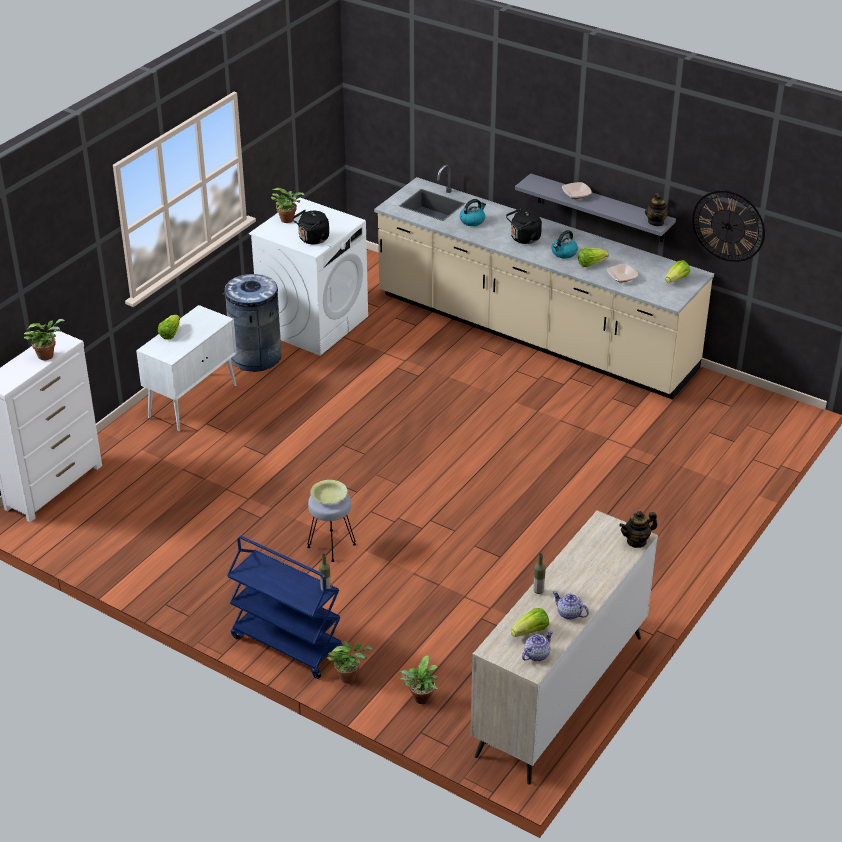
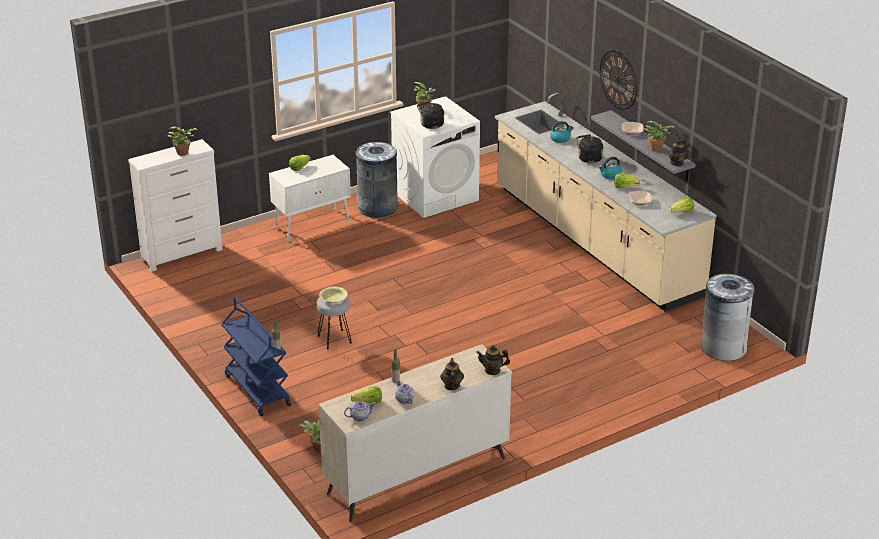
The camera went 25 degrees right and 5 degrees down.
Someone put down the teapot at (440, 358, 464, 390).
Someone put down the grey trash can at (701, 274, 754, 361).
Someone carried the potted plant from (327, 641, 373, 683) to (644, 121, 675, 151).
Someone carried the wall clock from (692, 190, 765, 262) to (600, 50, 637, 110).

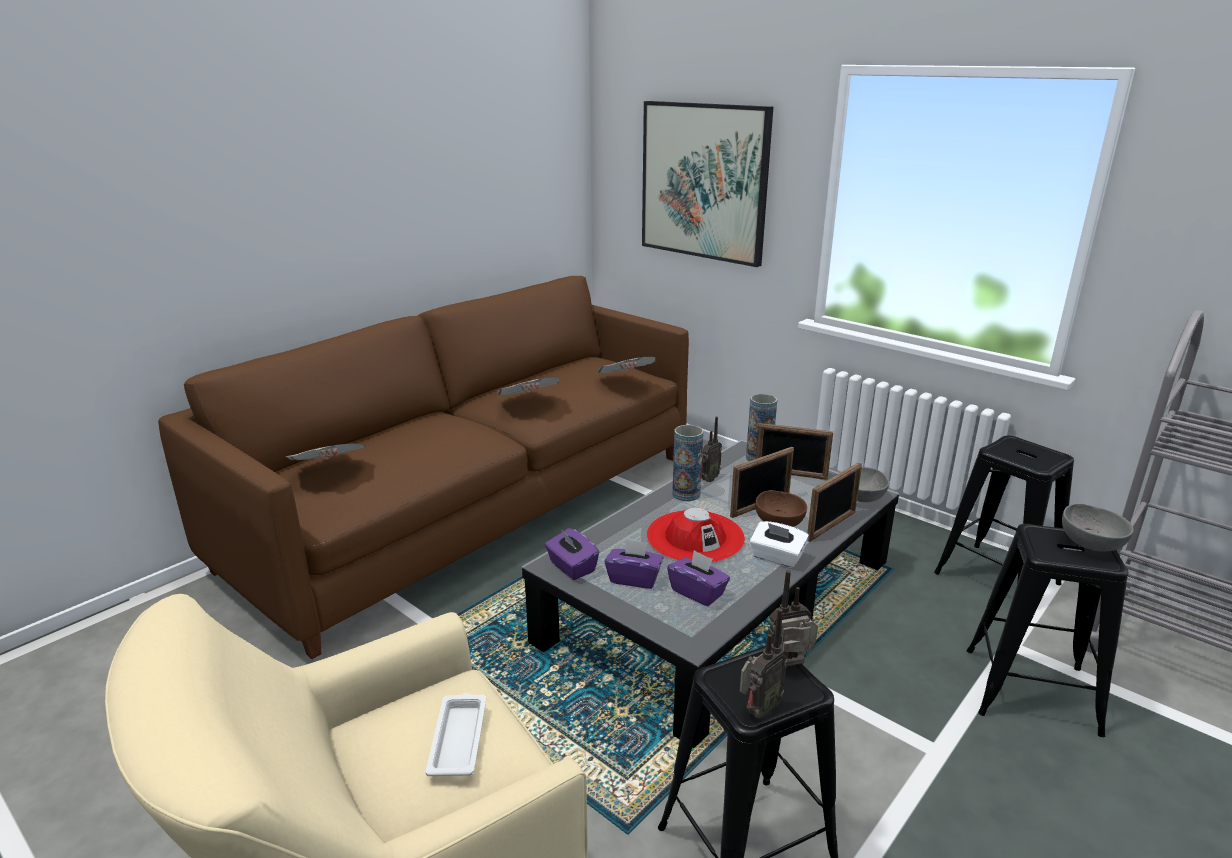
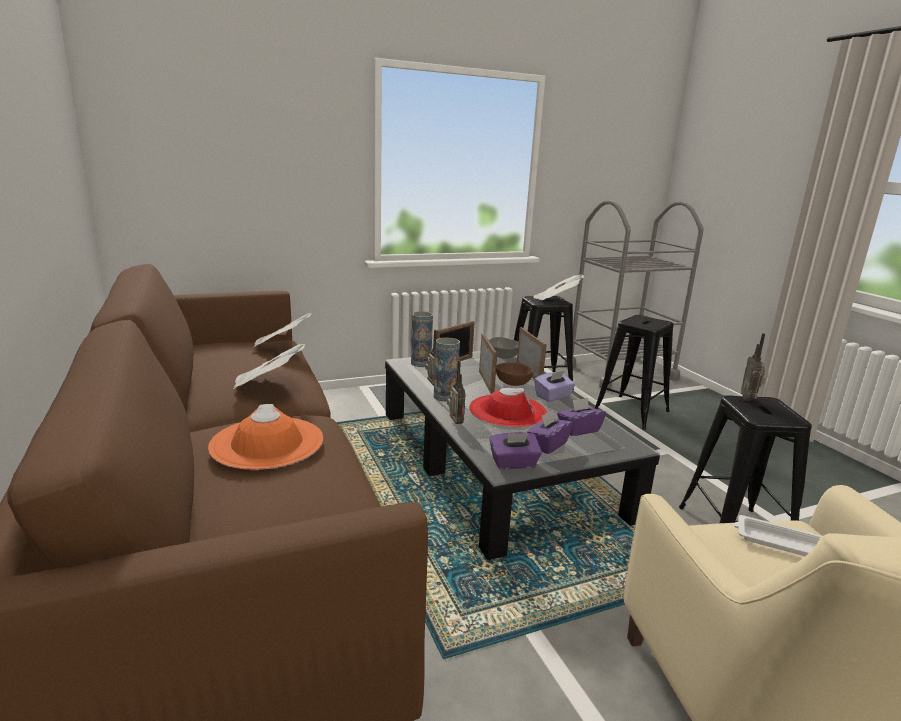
The camera went 65 degrees left and 5 degrees down.
Someone took away the picture at (642, 101, 773, 267).
Someone took away the grey bowl at (1062, 503, 1133, 552).
Someone put down the orange hat at (208, 404, 324, 470).
Someone carried the newspaper from (286, 443, 367, 460) to (533, 275, 584, 301).
Someone carried the radio from (740, 608, 788, 719) to (447, 360, 466, 424).
Someone repainted the white tissue box at (750, 521, 809, 568), which became the purple tissue box at (534, 371, 575, 402).

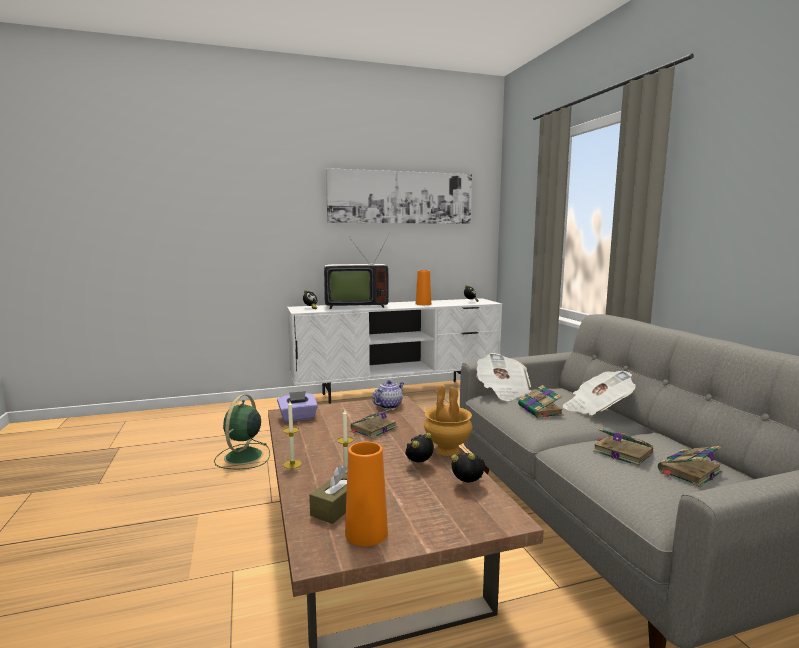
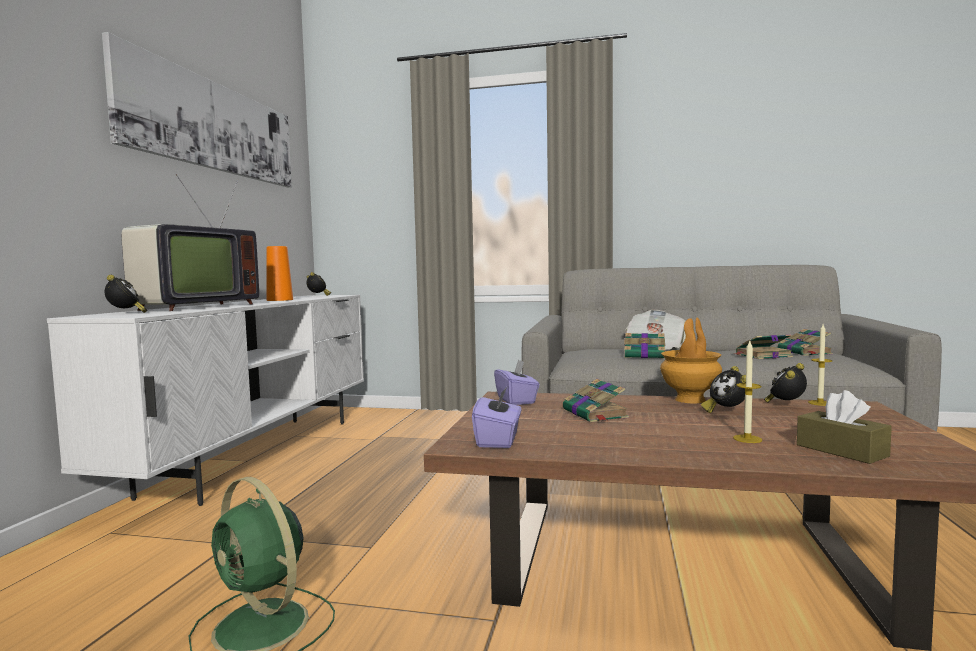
The camera went 60 degrees left and 5 degrees down.
Someone took away the orange vase at (345, 442, 388, 546).
Someone took away the newspaper at (476, 353, 531, 401).
Someone carried the candle from (283, 401, 302, 469) to (808, 324, 832, 406).
Someone swapped the teapot at (372, 380, 404, 409) for the purple tissue box at (494, 359, 540, 405).

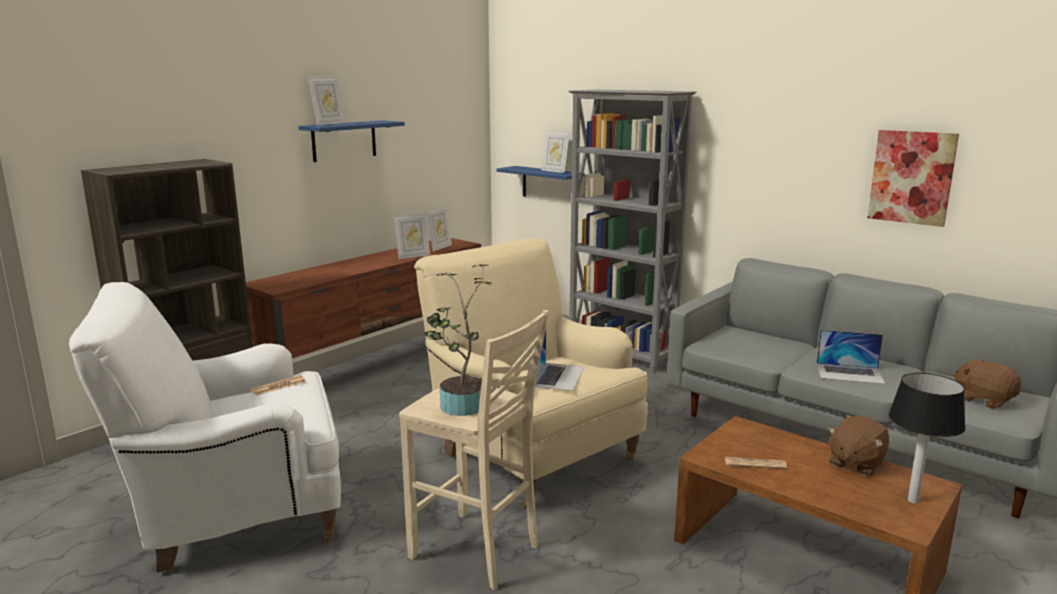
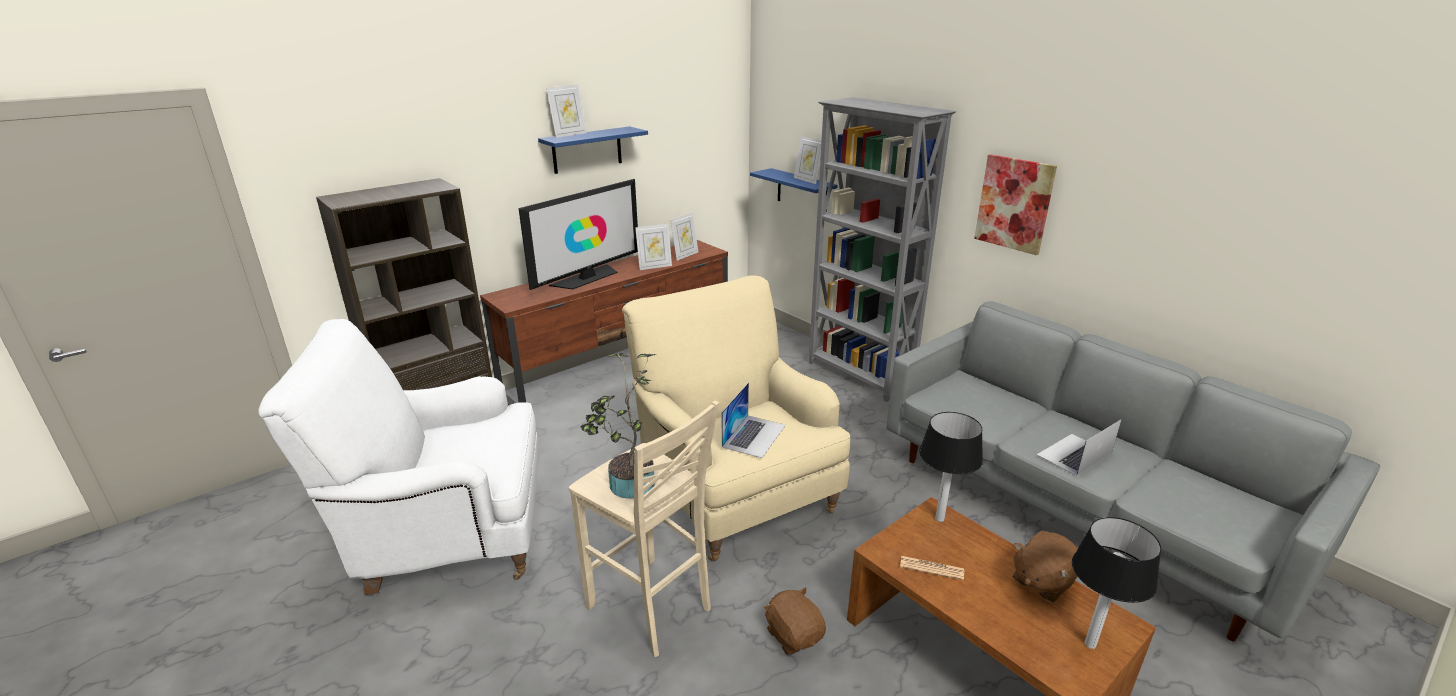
The camera went 10 degrees right and 10 degrees up.
Someone took away the newspaper at (250, 375, 306, 395).
Someone put down the television at (518, 179, 638, 290).
Someone put down the table lamp at (919, 412, 983, 522).
Someone carried the picture from (867, 130, 959, 227) to (974, 154, 1057, 255).
Someone carried the brown plush toy from (954, 359, 1021, 409) to (764, 587, 826, 655).
Someone rotated the laptop at (817, 330, 886, 384) by 120 degrees clockwise.

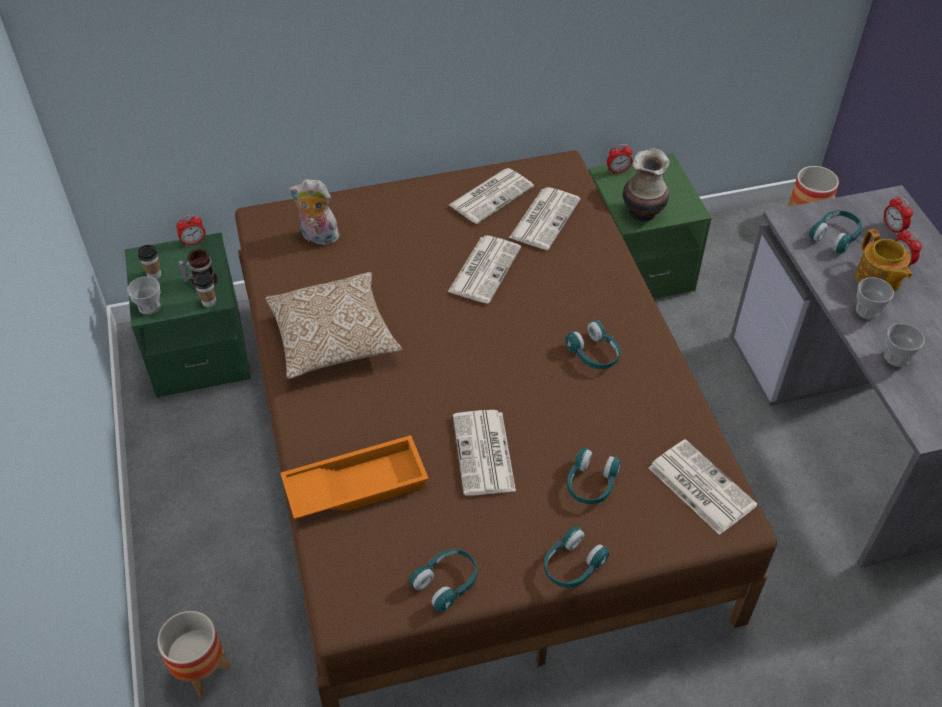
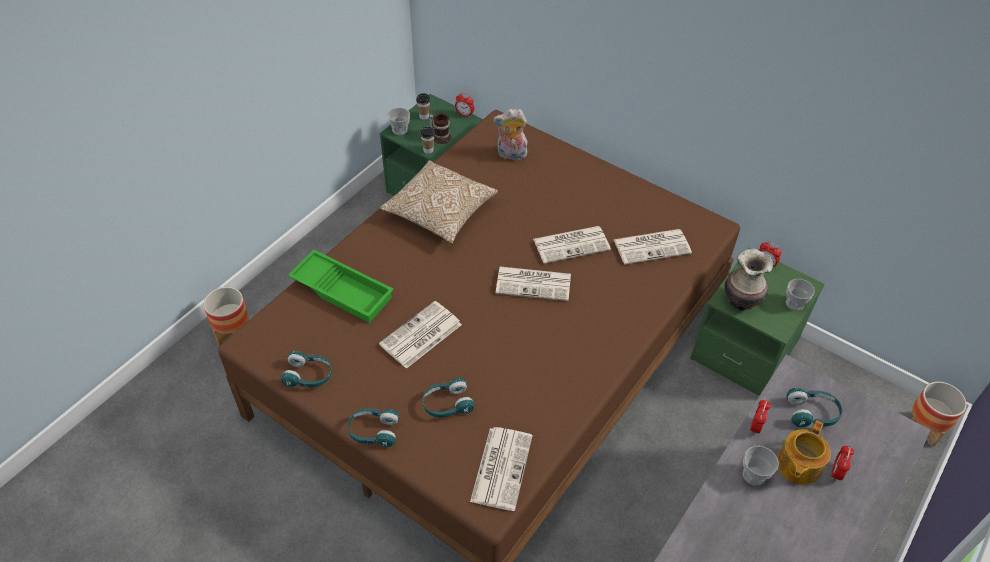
The camera went 50 degrees right and 0 degrees up.
Someone took away the turquoise headphones at (565, 320, 620, 369).
Someone carried the newspaper from (449, 168, 534, 224) to (495, 267, 571, 301).
Someone carried the alarm clock from (884, 196, 913, 235) to (750, 400, 771, 435).
Someone carried the cup from (884, 323, 925, 367) to (786, 279, 815, 311).
Someone repainted the orange tray at (281, 435, 429, 519), which became the green tray at (288, 250, 394, 323).
Someone rotated the plush toy at (289, 179, 339, 245) by 60 degrees counterclockwise.

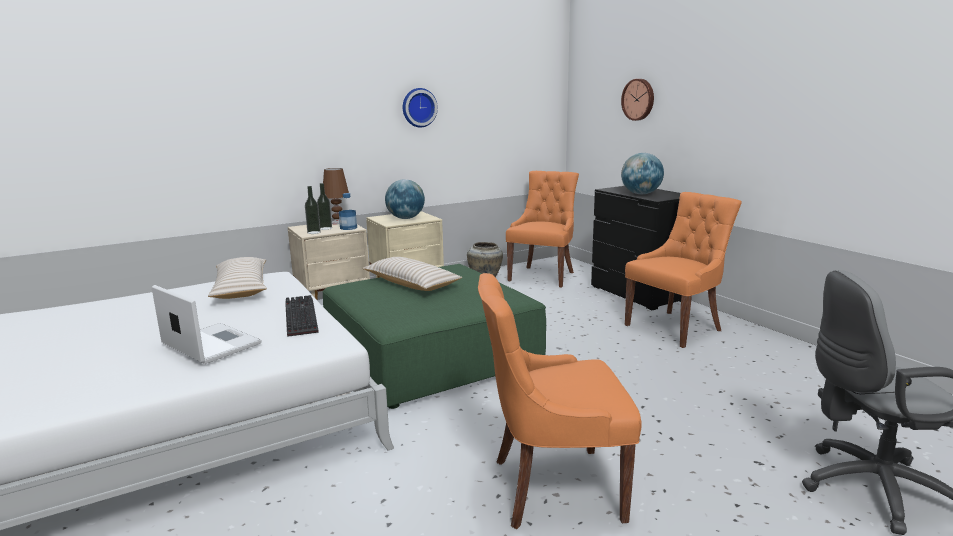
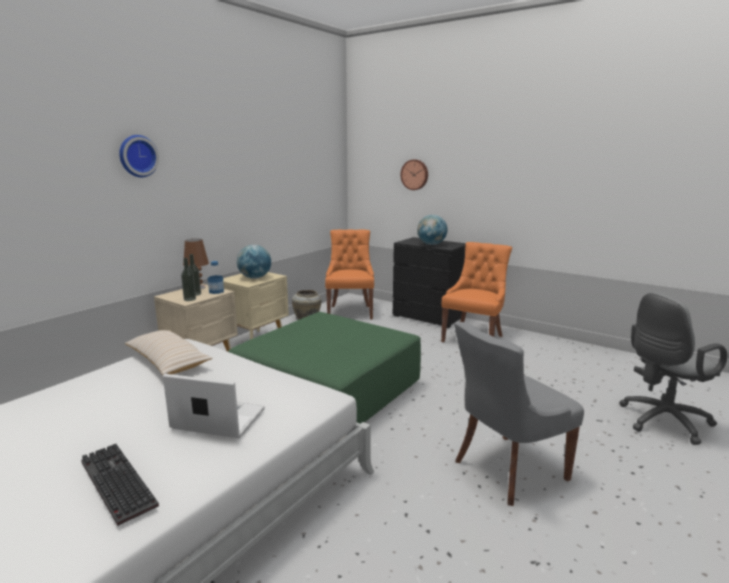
The camera went 25 degrees left and 0 degrees up.
Someone took away the beige pillow at (363, 257, 462, 291).
Someone carried the keyboard from (285, 295, 319, 337) to (81, 444, 159, 526).
Someone carried the wall clock from (403, 88, 438, 127) to (119, 135, 159, 177).
Someone repainted the orange chair at (478, 273, 642, 529), which became the grey chair at (454, 322, 584, 506).

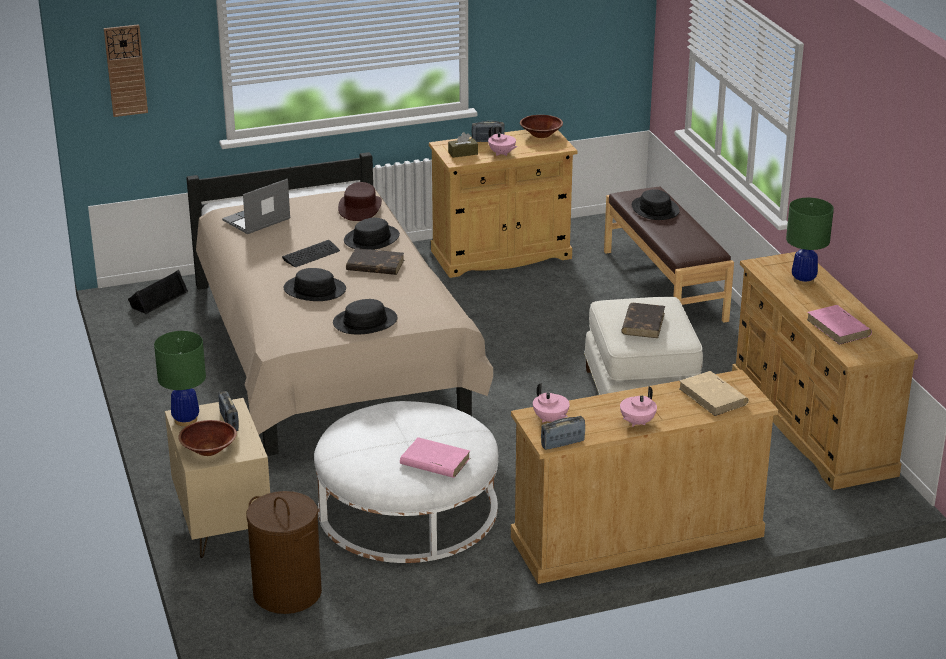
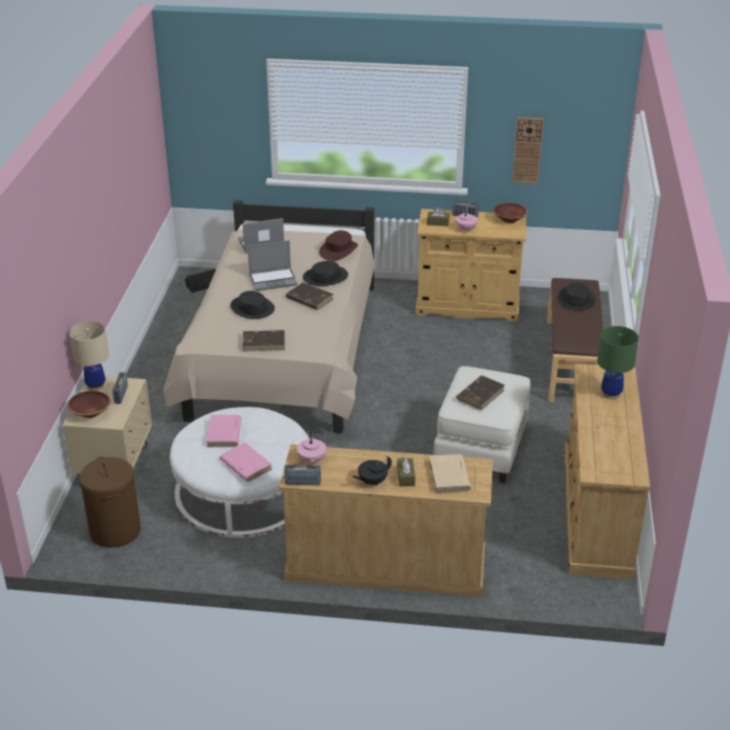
The camera went 25 degrees right and 5 degrees up.
Someone put down the brown tissue box at (397, 457, 415, 487).
Someone carried the wall clock from (104, 24, 148, 117) to (512, 117, 544, 184).
Someone carried the pink book from (806, 305, 872, 345) to (207, 415, 242, 447).
Someone swapped the keyboard at (282, 240, 340, 267) for the laptop at (247, 240, 298, 291).
Someone swapped the black hat at (333, 299, 397, 334) for the brown book at (242, 330, 285, 352).
Someone repainted the green table lamp at (154, 331, 206, 426), which became the beige table lamp at (69, 321, 109, 391).
Someone repainted the pink teapot at (620, 386, 657, 427), which became the black teapot at (352, 456, 392, 486).

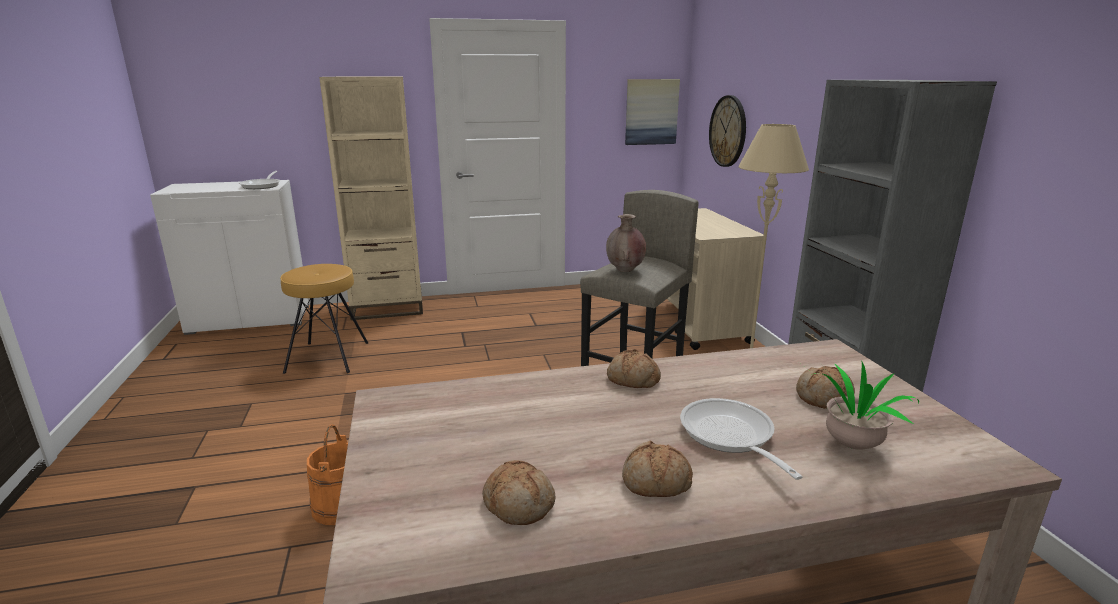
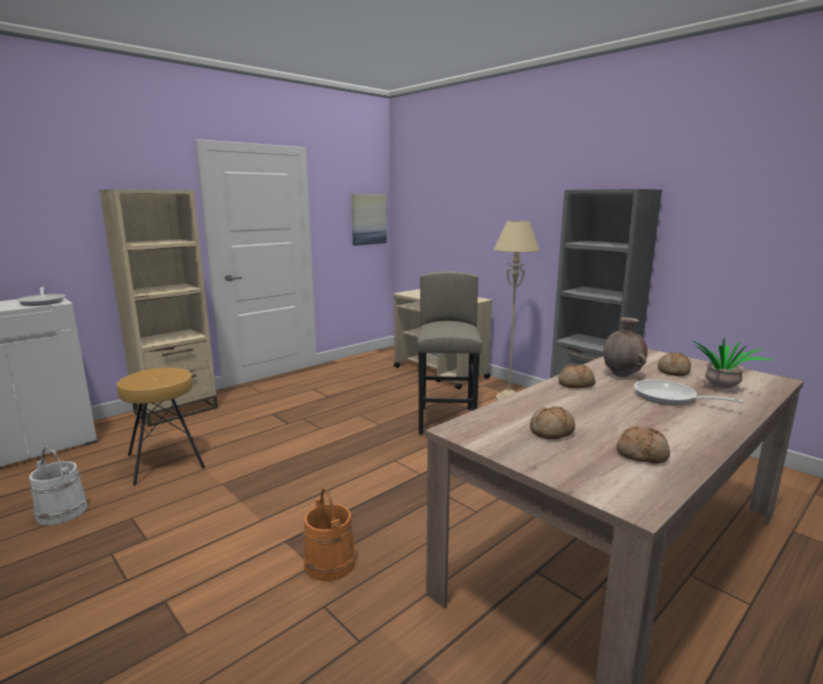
The camera went 30 degrees left and 5 degrees down.
Someone took away the wall clock at (709, 95, 746, 167).
Someone put down the white bucket at (29, 446, 88, 525).
Someone carried the brown vase from (606, 214, 646, 272) to (603, 317, 647, 377).
Someone carried the bread from (622, 440, 693, 497) to (530, 406, 575, 439).

